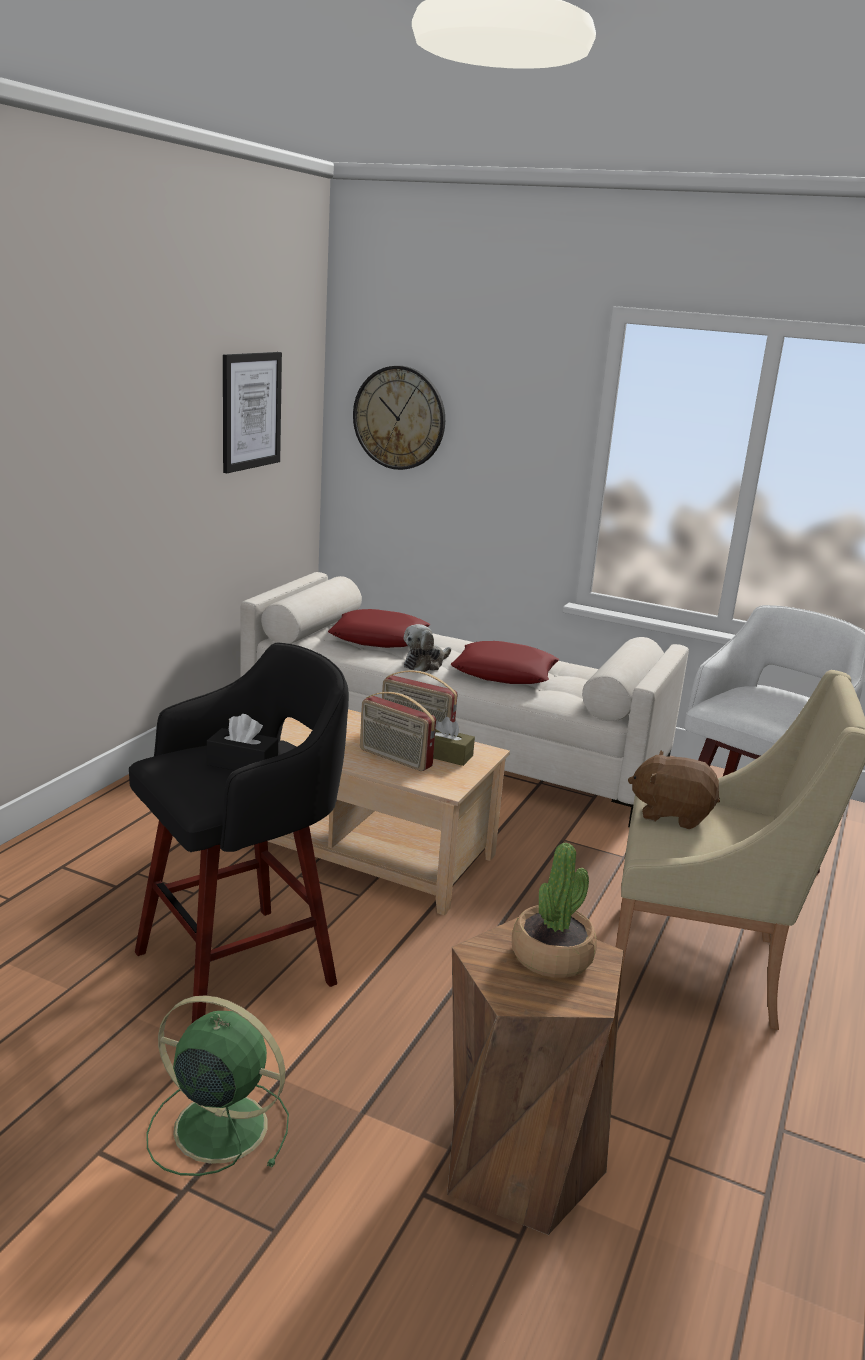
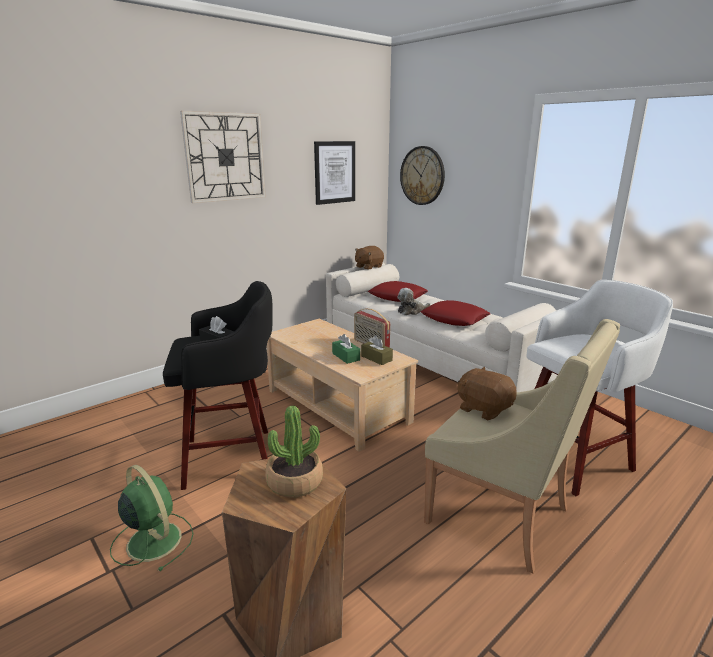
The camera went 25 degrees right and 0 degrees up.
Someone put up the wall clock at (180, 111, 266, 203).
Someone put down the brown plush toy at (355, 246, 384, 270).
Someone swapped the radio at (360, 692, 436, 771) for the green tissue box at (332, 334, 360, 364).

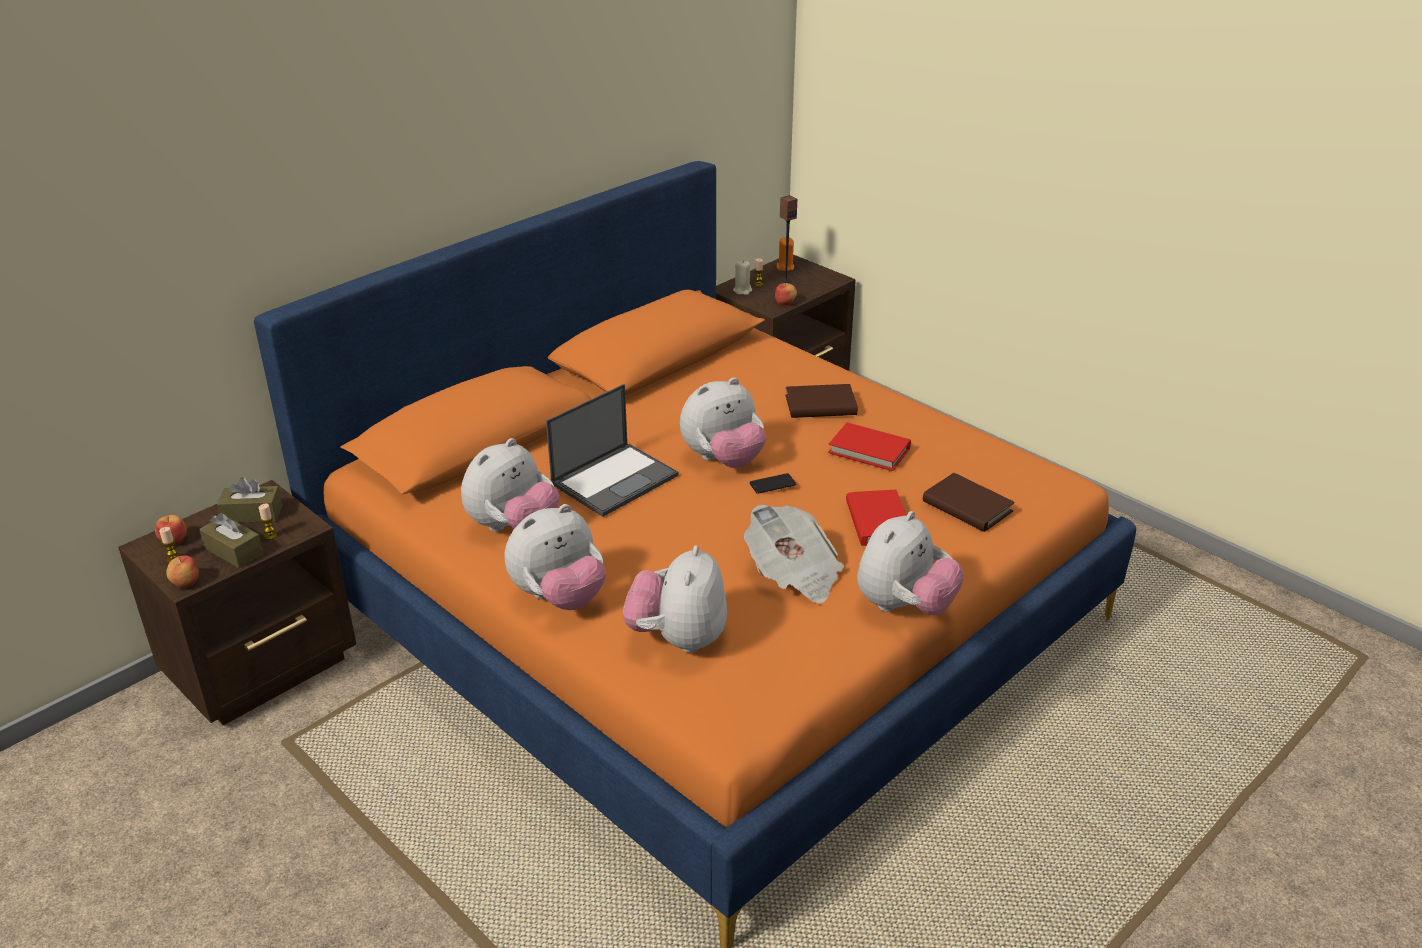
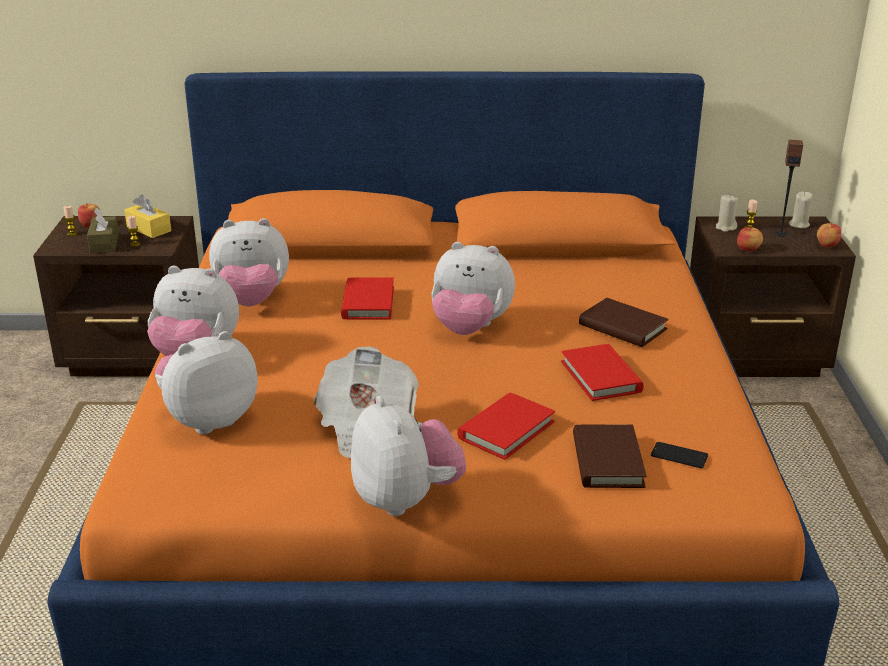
The camera went 45 degrees right and 5 degrees down.
Someone carried the apple from (166, 555, 199, 588) to (817, 222, 841, 247).
Someone carried the phone from (749, 473, 796, 494) to (651, 442, 708, 468).
Someone swapped the laptop at (546, 384, 678, 517) for the red book at (341, 277, 394, 320).
Someone repainted the brown tissue box at (217, 477, 283, 523), which became the yellow tissue box at (124, 194, 171, 238).
Someone repainted the orange candle at (776, 237, 794, 271), which became the beige candle at (789, 192, 813, 228).
Someone rotated the plush toy at (857, 511, 964, 616) by 105 degrees counterclockwise.

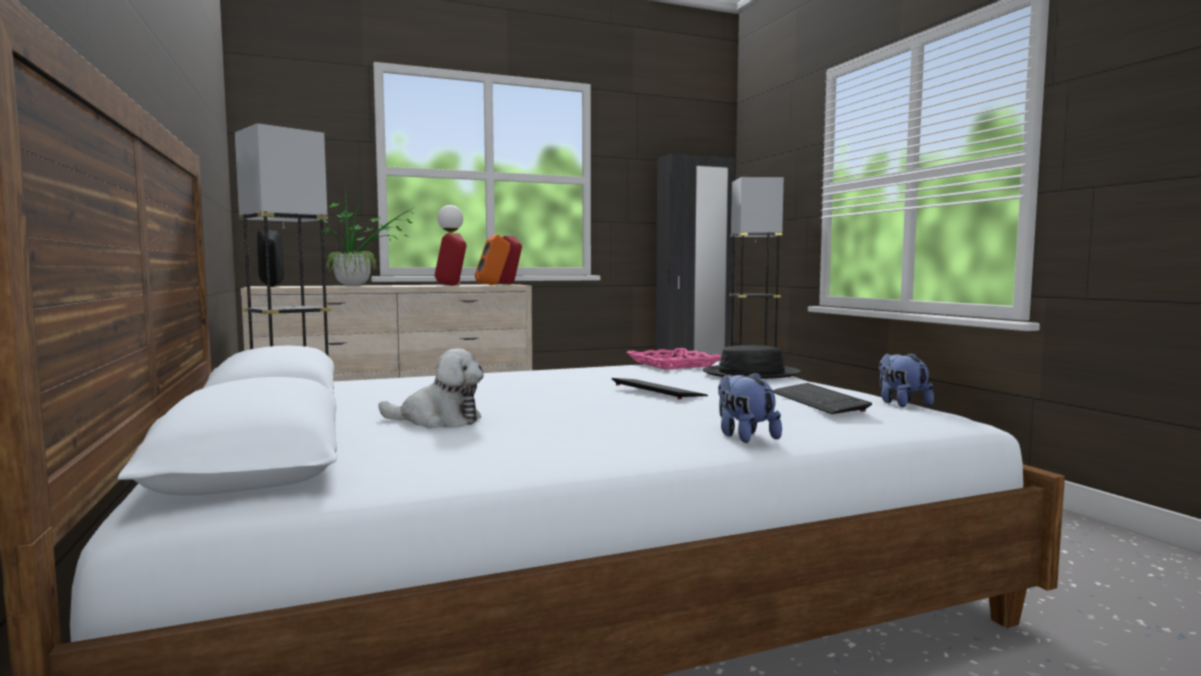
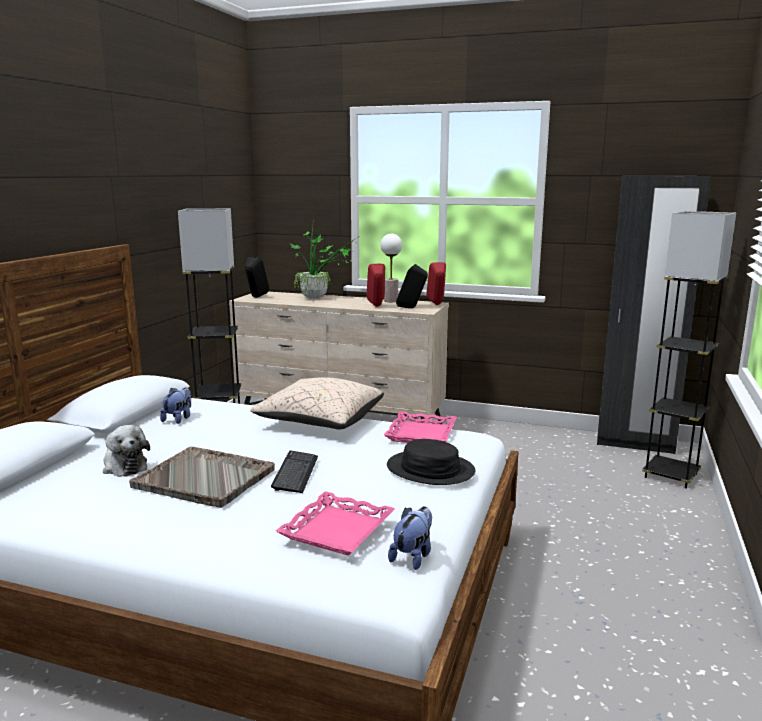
The camera went 40 degrees right and 10 degrees up.
Someone put down the grey tray at (129, 446, 275, 508).
Someone put down the beige pillow at (250, 377, 384, 430).
Someone carried the plush toy from (718, 372, 782, 443) to (160, 388, 191, 424).
Someone swapped the keyboard at (773, 383, 872, 414) for the pink tray at (276, 491, 395, 556).
Someone repainted the orange speaker at (475, 234, 510, 285), which became the black speaker at (396, 264, 428, 308).

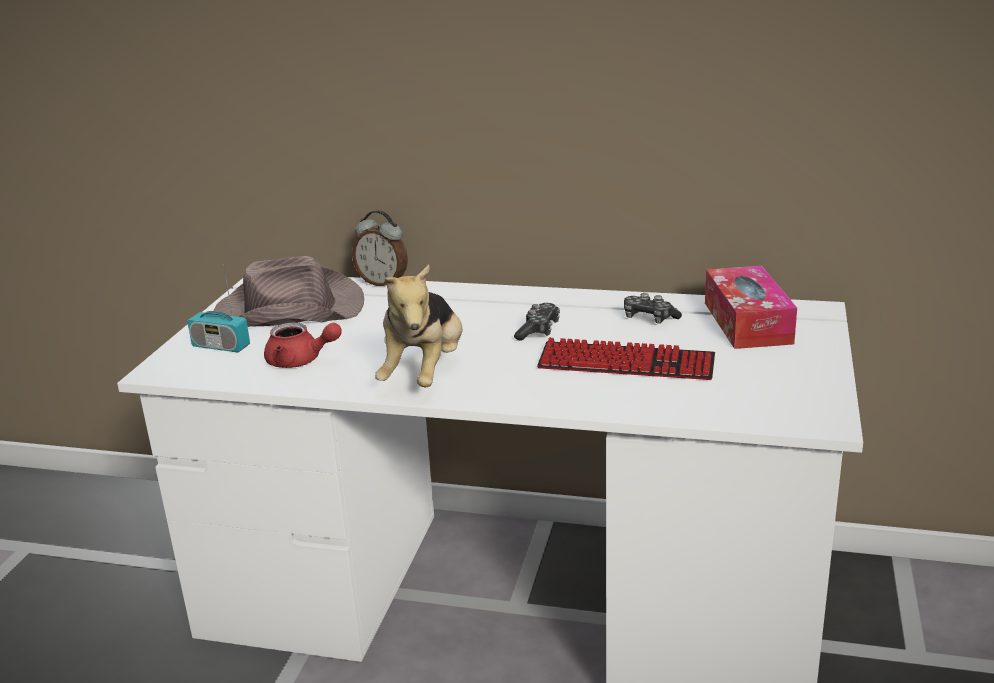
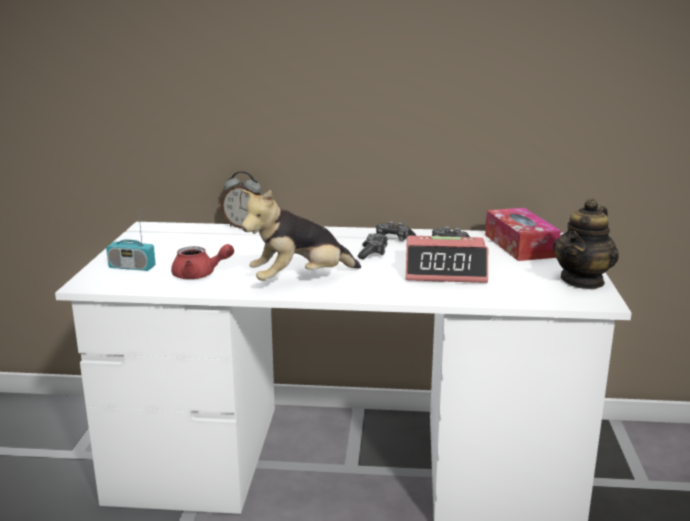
The camera went 10 degrees left and 5 degrees down.
Someone took away the brown hat at (213, 256, 364, 327).
Someone put down the game controller at (376, 221, 417, 241).
Someone put down the teapot at (553, 198, 619, 289).
Someone swapped the keyboard at (537, 338, 715, 380) for the alarm clock at (406, 236, 488, 283).
Someone rotated the plush toy at (375, 265, 463, 388) by 60 degrees clockwise.

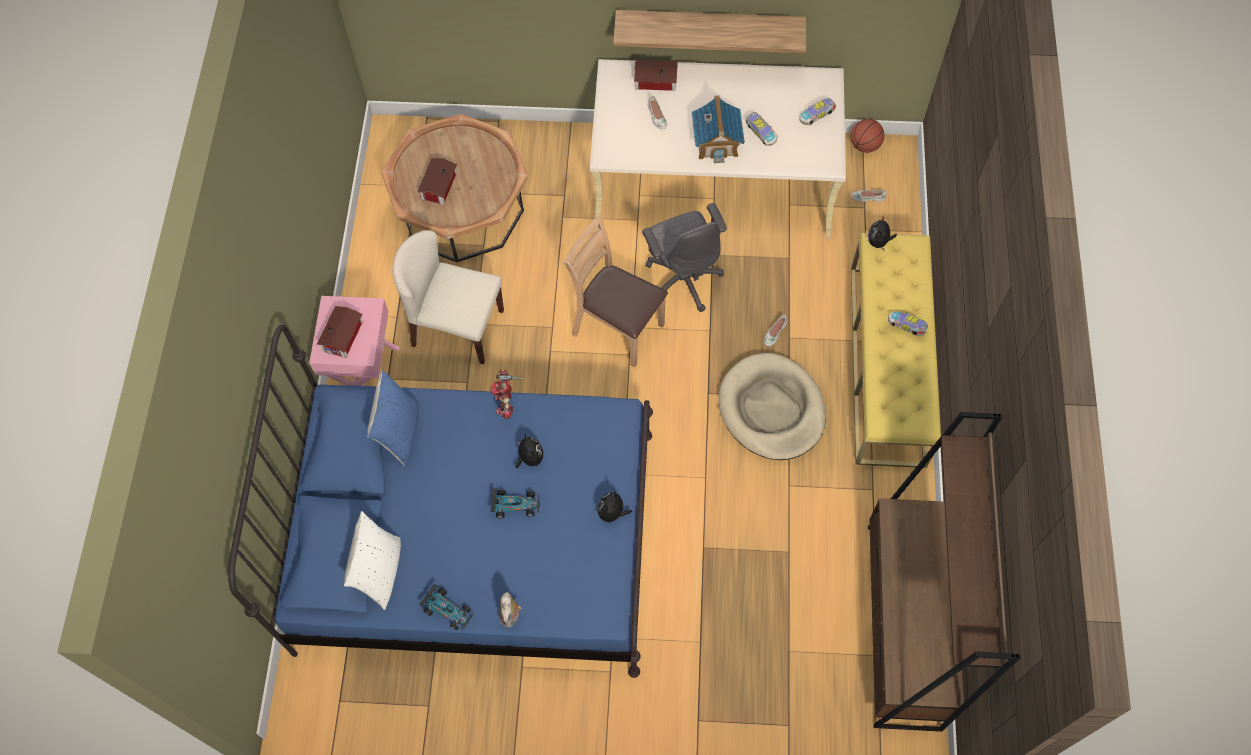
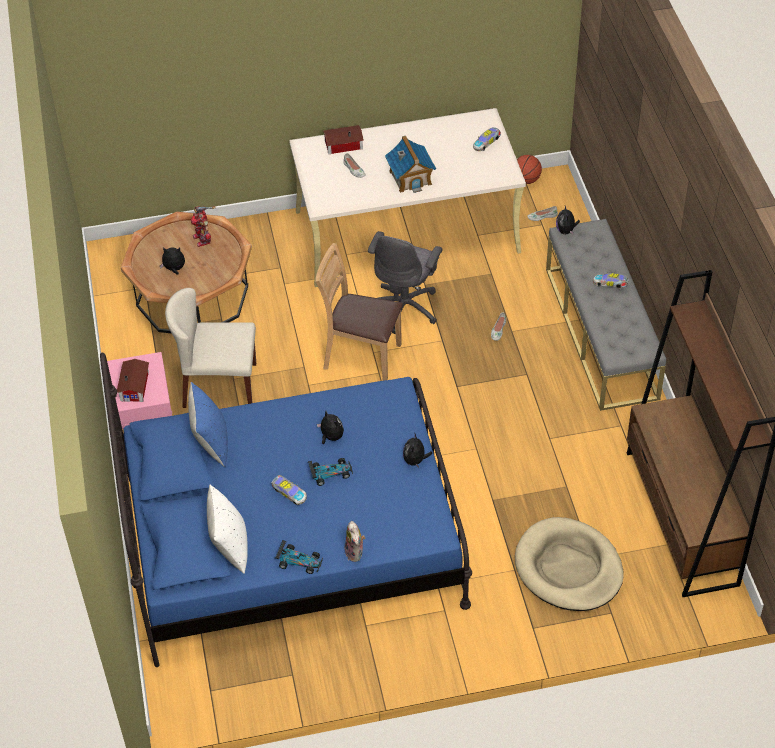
The camera went 15 degrees left and 15 degrees down.
Someone took away the shelf at (613, 10, 806, 53).
Someone carried the toy robot from (491, 370, 524, 419) to (191, 206, 216, 247).
Someone carried the beige dog bed from (718, 353, 826, 460) to (515, 517, 624, 611).
Someone carried the toy car from (746, 112, 778, 146) to (271, 475, 307, 505).
Someone swapped the toy house at (417, 158, 457, 205) for the plush toy at (160, 247, 185, 275).
Someone repainted the yellow bench at (851, 233, 941, 468), which became the grey bench at (546, 219, 666, 411).
Someone rotated the grey office chair at (642, 203, 727, 312) by 60 degrees clockwise.

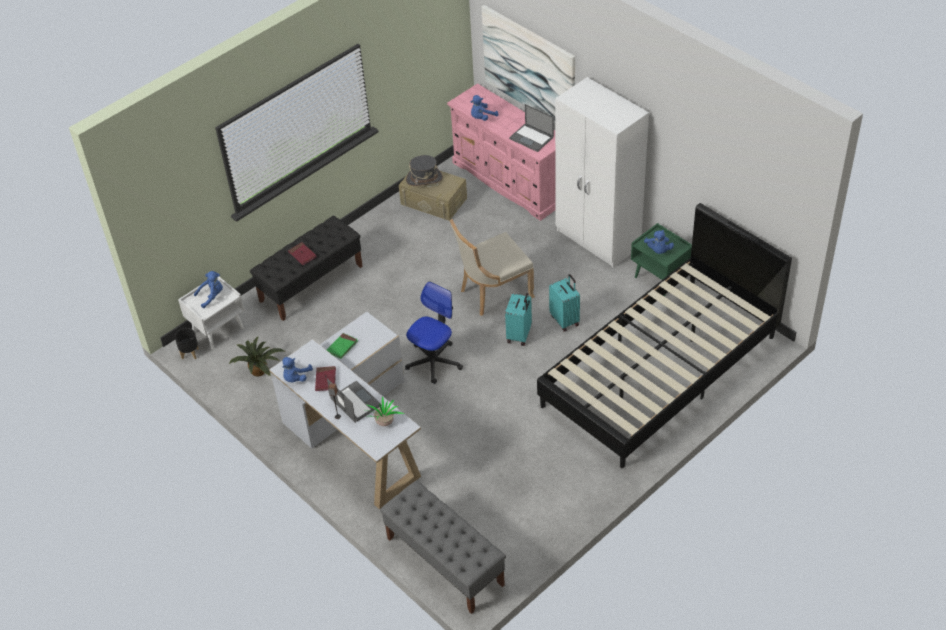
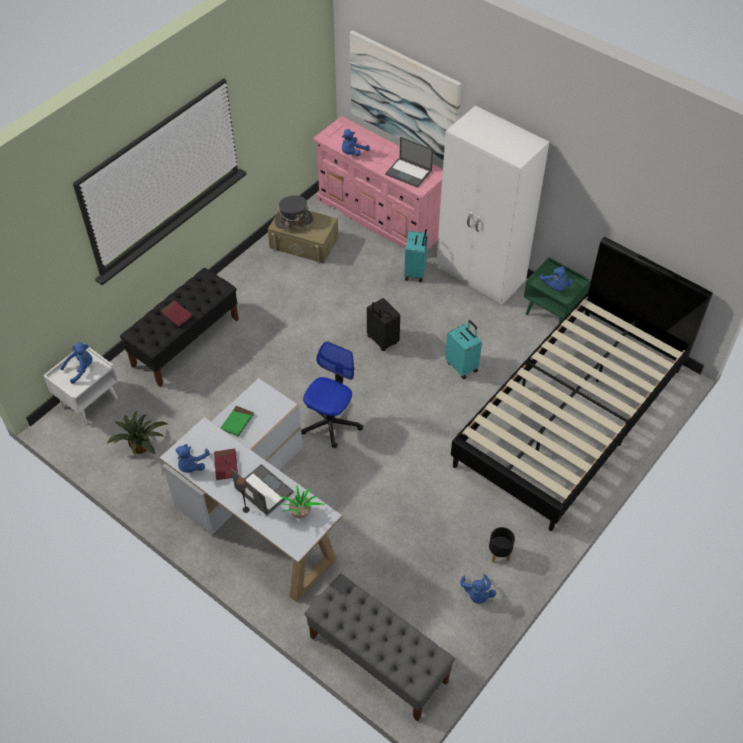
The camera went 10 degrees left and 5 degrees up.
Someone put down the blue plush toy at (460, 574, 496, 604).
Someone carried the black planter from (175, 328, 199, 360) to (489, 527, 515, 562).
Someone carried the turquoise suitcase from (505, 293, 532, 346) to (404, 229, 428, 282).
Someone swapped the beige chair at (450, 219, 535, 316) for the black suitcase at (367, 298, 400, 351).

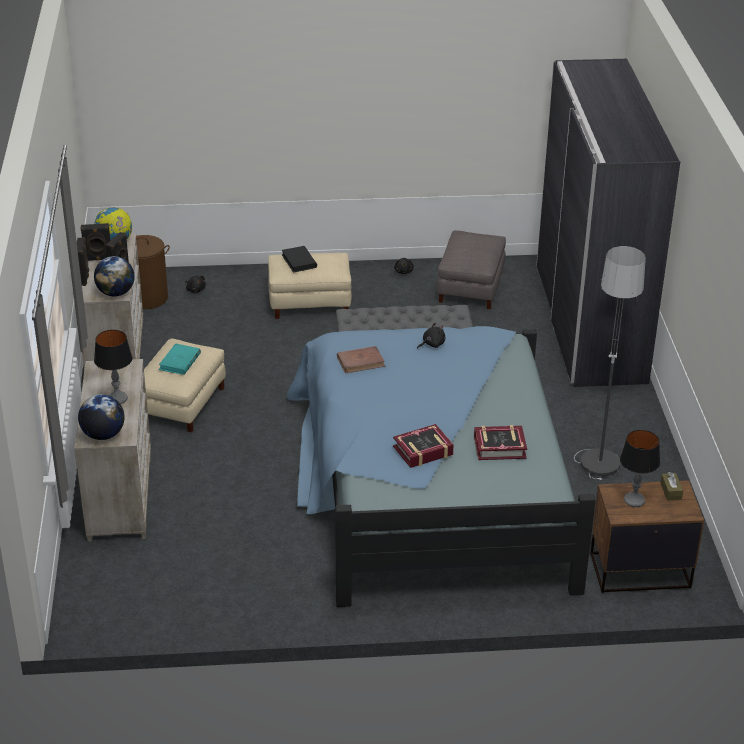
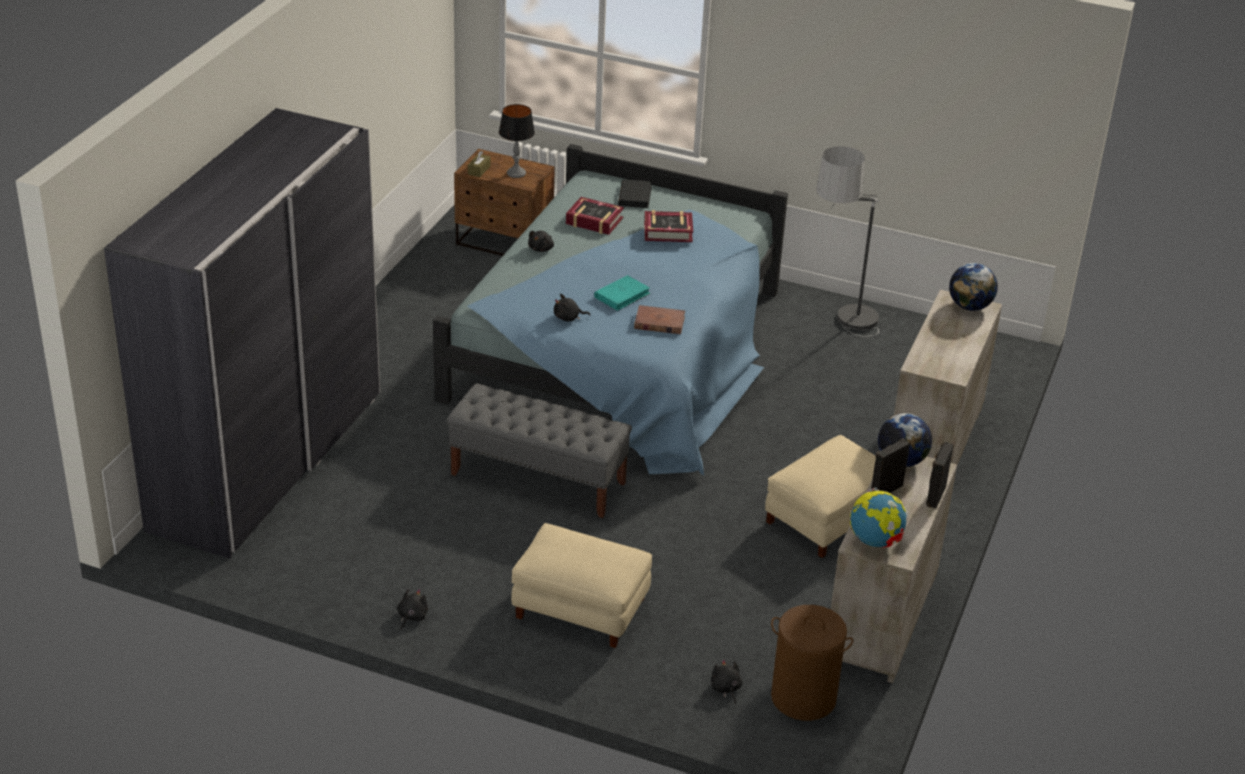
The camera went 155 degrees left and 0 degrees up.
Someone took away the black speaker at (80, 223, 110, 261).
Someone took away the table lamp at (94, 330, 133, 404).
Someone took away the grey ottoman at (436, 230, 506, 309).
Someone put down the black plush toy at (528, 231, 554, 252).
Someone carried the turquoise book from (159, 343, 201, 375) to (594, 275, 651, 311).
Someone carried the black book from (282, 246, 317, 272) to (618, 179, 652, 208).
Someone carried the floor lamp from (574, 246, 646, 480) to (817, 146, 879, 337).

